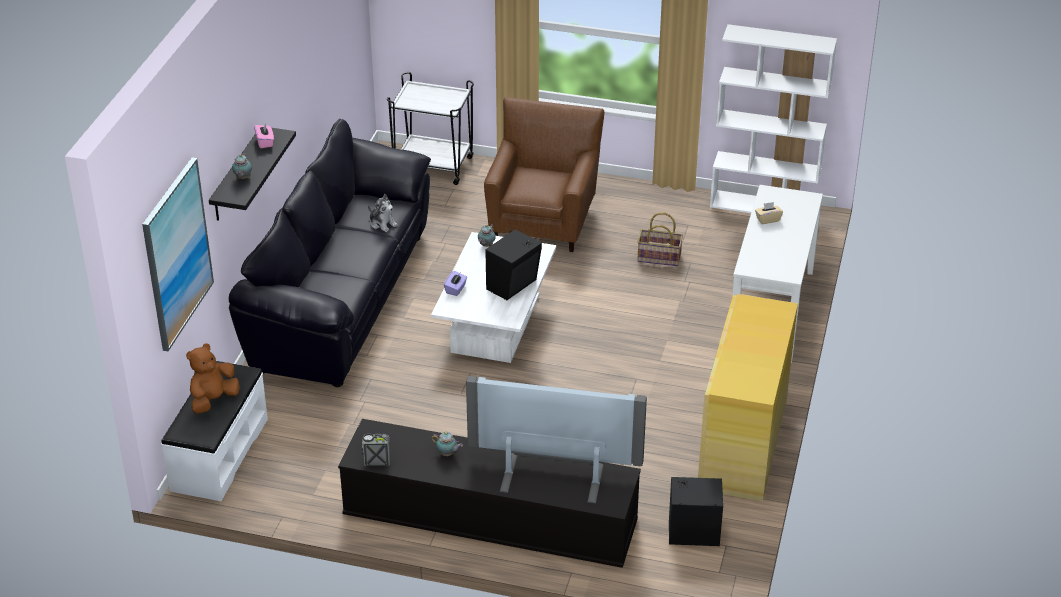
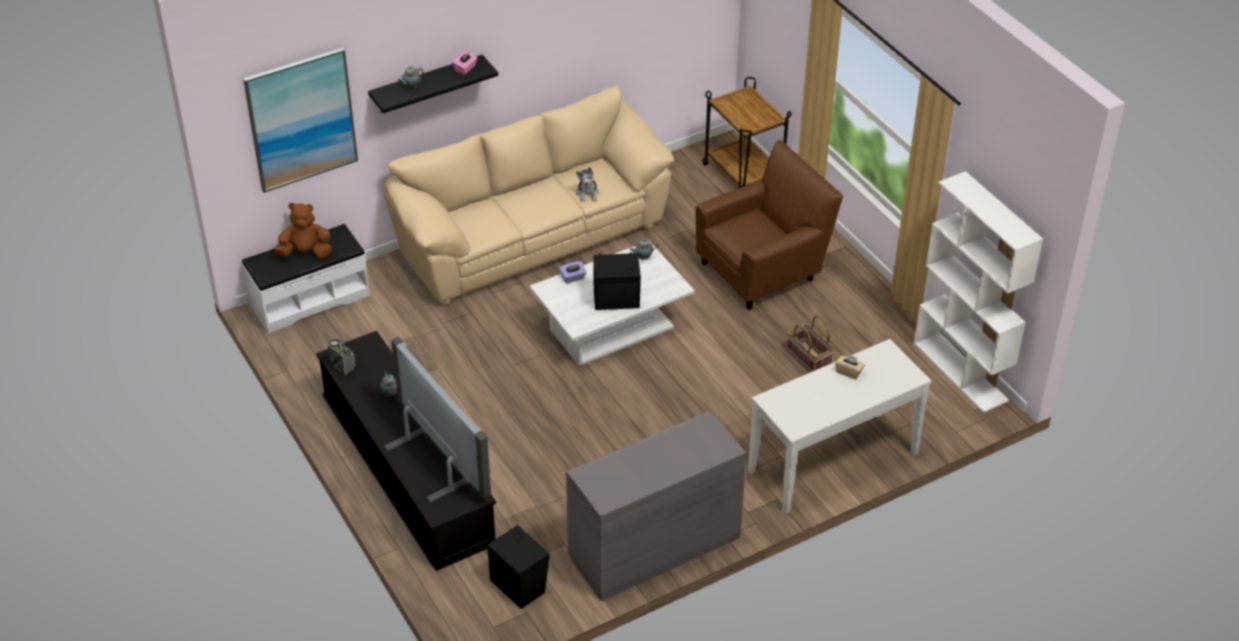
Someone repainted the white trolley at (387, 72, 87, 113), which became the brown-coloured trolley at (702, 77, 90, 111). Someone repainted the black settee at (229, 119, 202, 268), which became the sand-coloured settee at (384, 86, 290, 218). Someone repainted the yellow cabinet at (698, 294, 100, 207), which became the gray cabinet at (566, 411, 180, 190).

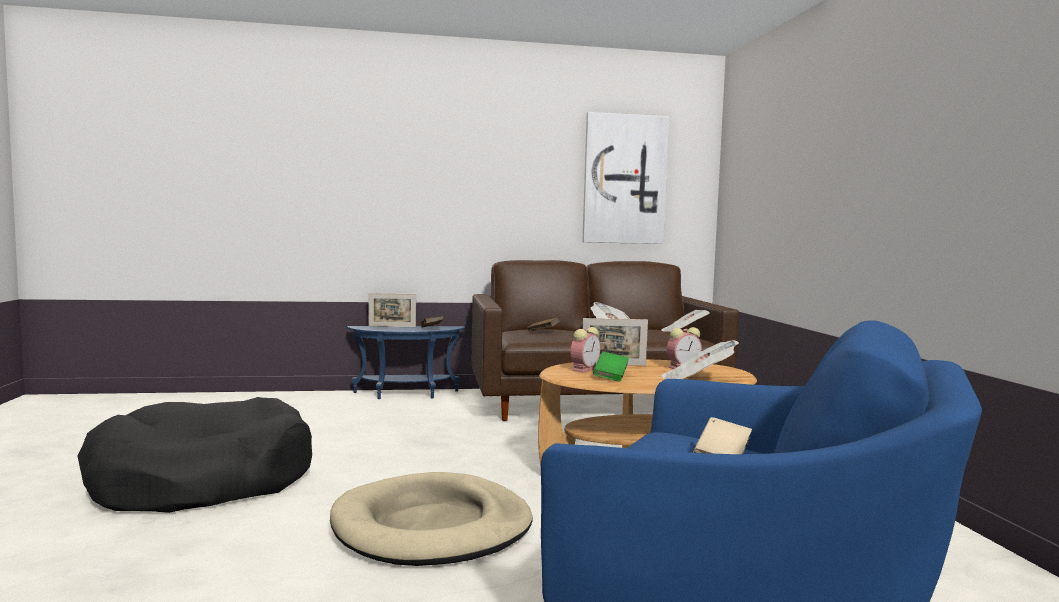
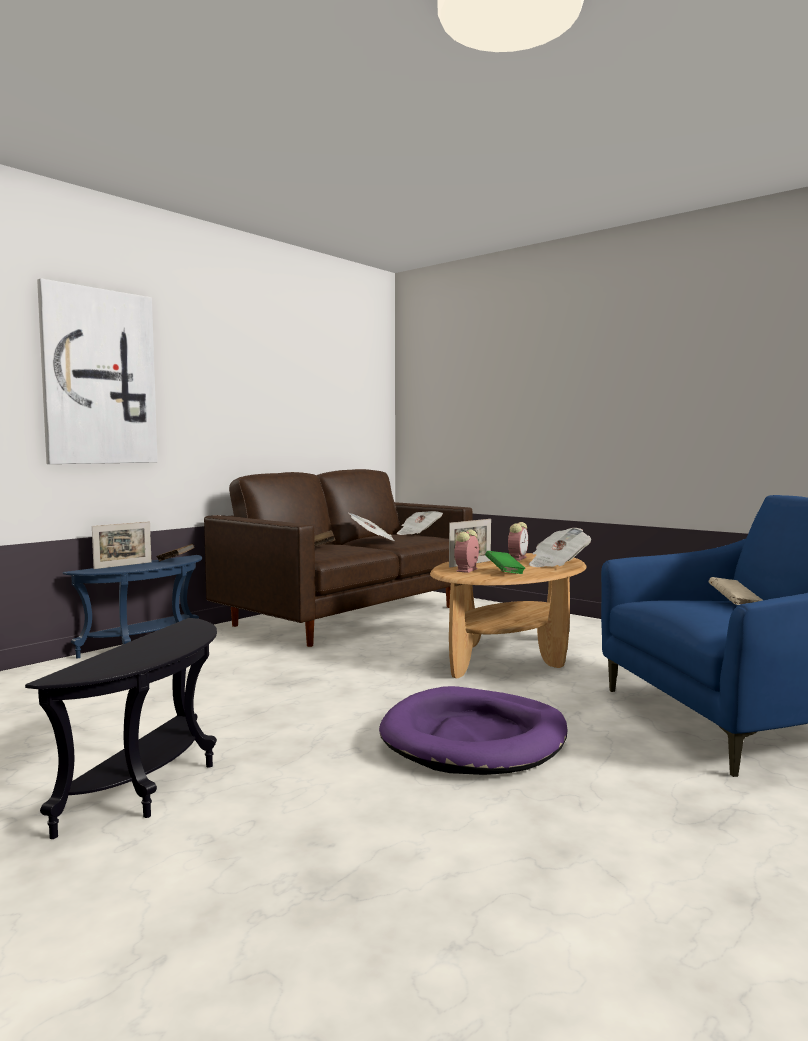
Someone carried the wall picture from (582, 112, 87, 132) to (37, 278, 121, 186). Someone rotated the table clock at (571, 327, 29, 46) by 150 degrees counterclockwise. Someone swapped the black dog bed at (77, 397, 235, 116) for the black end table at (25, 618, 192, 221). Someone repainted the sand-coloured dog bed at (330, 472, 203, 94), which became the purplish dog bed at (379, 686, 189, 89).

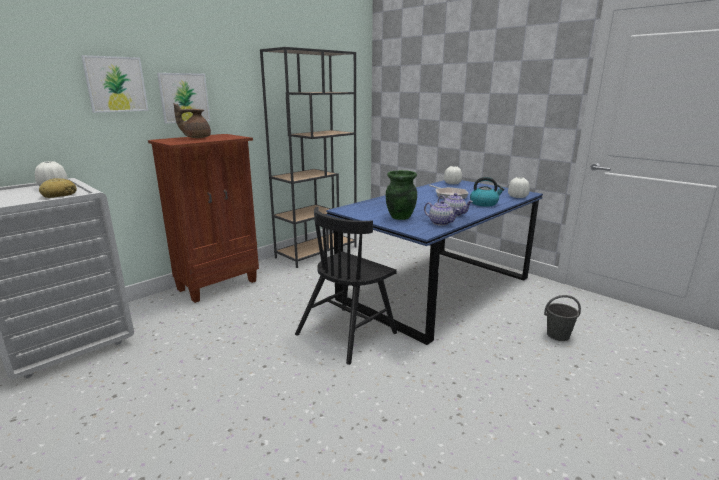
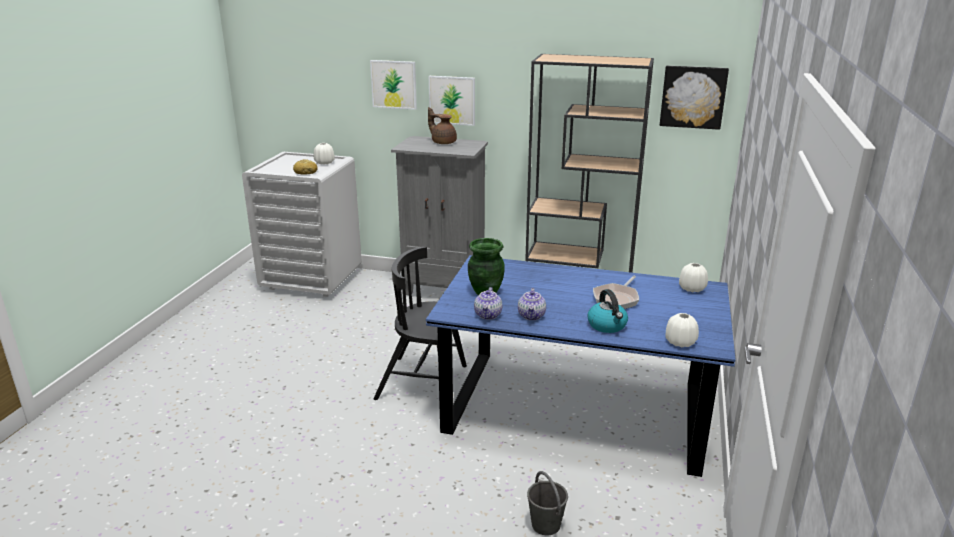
Someone repainted the brown-coloured cabinet at (148, 134, 111, 169), which became the gray cabinet at (391, 136, 97, 159). Someone put up the wall picture at (660, 66, 69, 64).

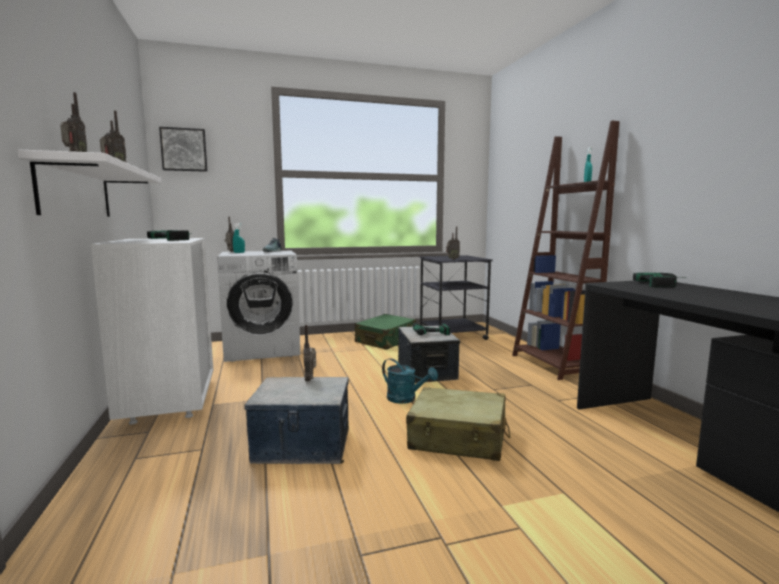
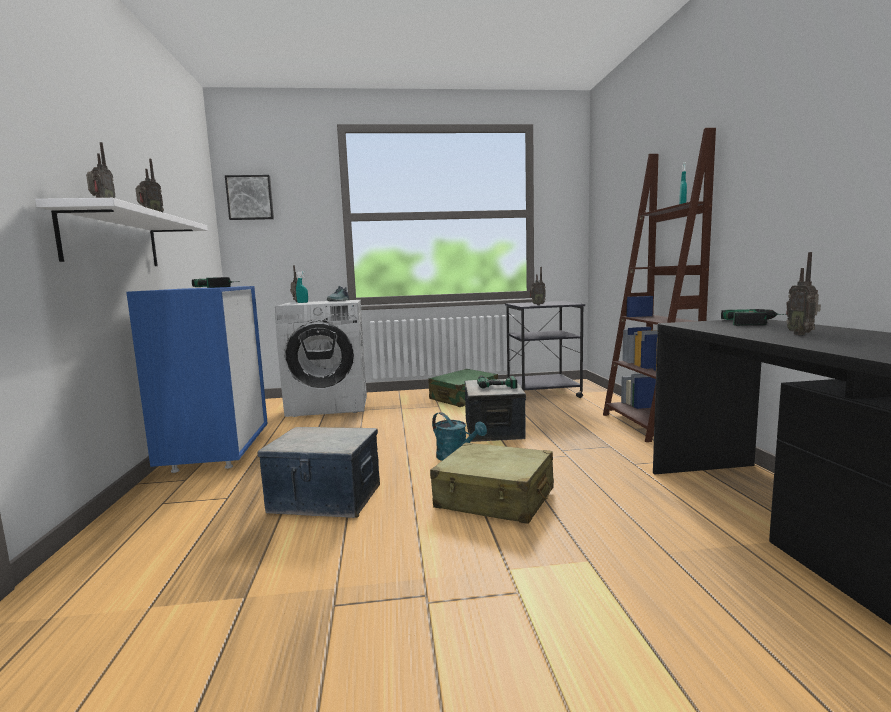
Someone repainted the white cabinet at (91, 238, 122, 187), which became the blue-coloured cabinet at (126, 286, 142, 187). Someone carried the radio set from (304, 325, 12, 56) to (786, 252, 35, 83).

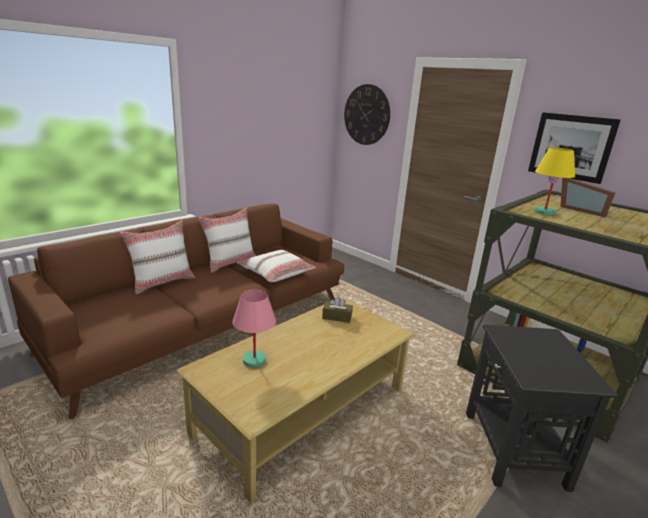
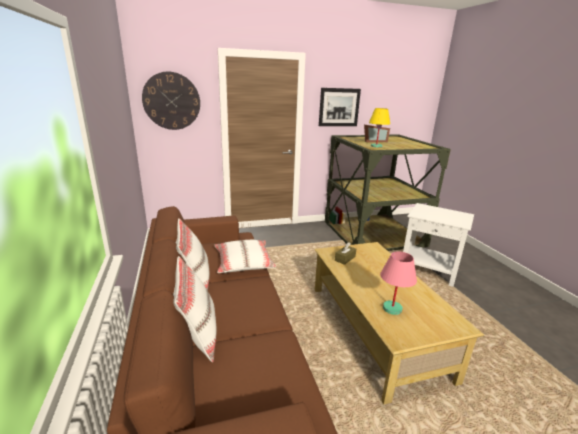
Someone repainted the black end table at (466, 324, 152, 168), which became the white end table at (403, 203, 71, 84).

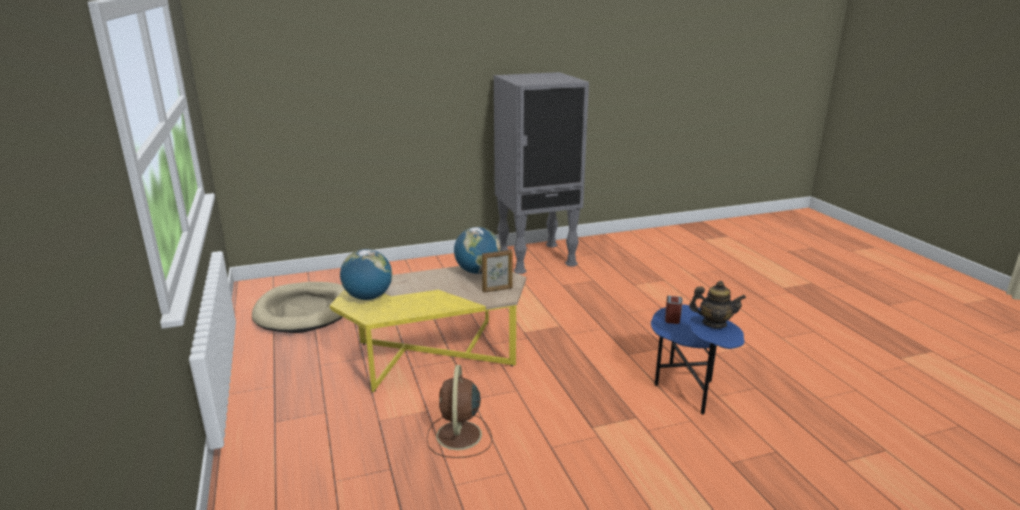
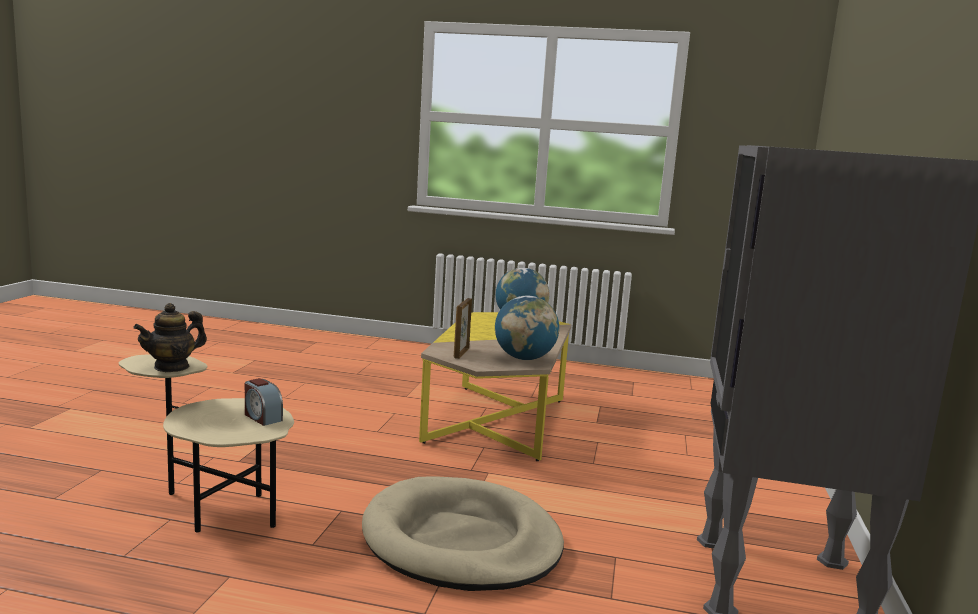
Someone carried the sand-coloured dog bed from (252, 282, 92, 51) to (362, 476, 202, 115). Someone repainted the blue-coloured end table at (651, 304, 93, 111), which became the sand-coloured end table at (119, 354, 175, 178). Someone took away the brown-coloured fan at (427, 365, 65, 93).

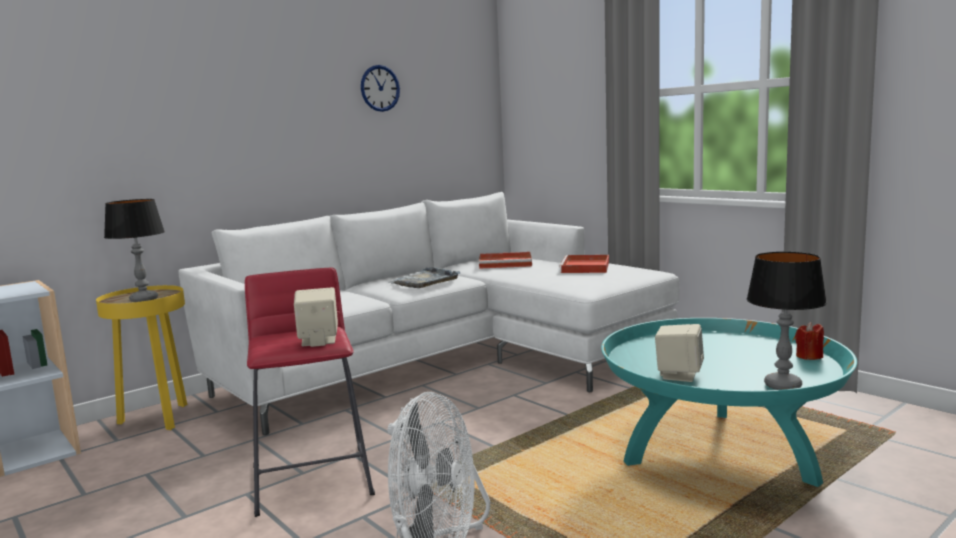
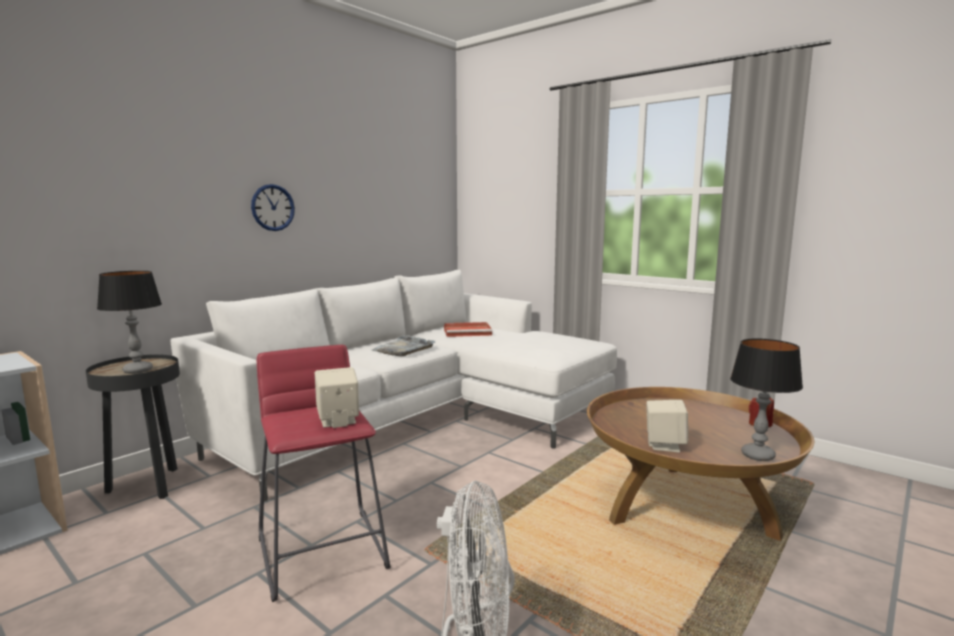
Someone carried the wall clock from (361, 65, 39, 47) to (251, 184, 44, 47). Someone took away the reddish carrying tray at (559, 255, 50, 18). Someone repainted the yellow end table at (96, 285, 91, 145), which became the black end table at (86, 354, 94, 145). Someone repainted the blue-green lounge table at (601, 318, 256, 169), which became the brown-coloured lounge table at (587, 387, 227, 154).

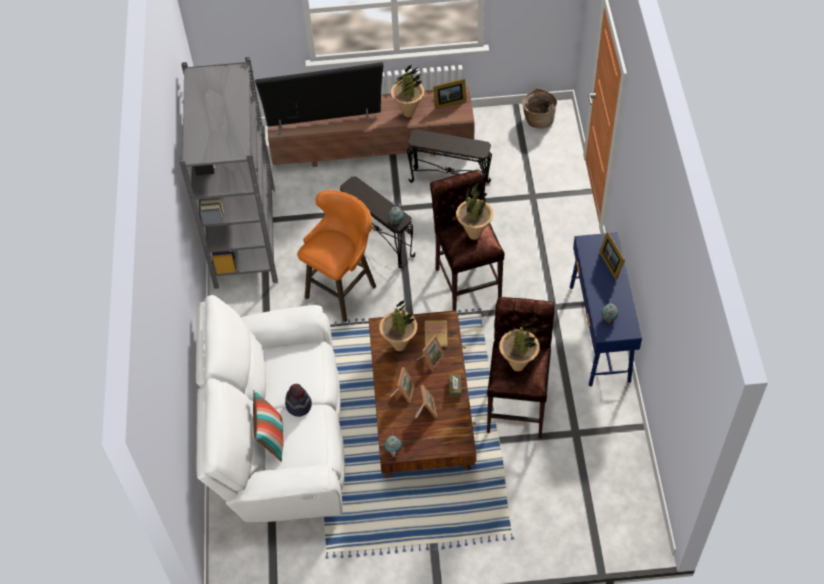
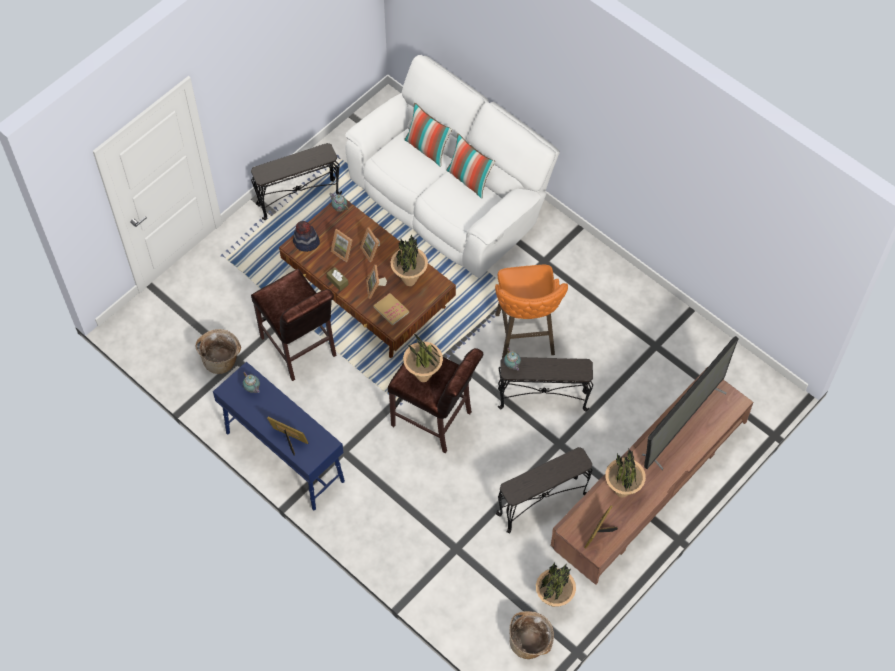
Someone took away the gray bookcase at (179, 57, 99, 232). Someone carried the plant in a pot from (499, 321, 43, 51) to (536, 562, 40, 45). Someone carried the hat from (285, 384, 27, 33) to (293, 221, 27, 31). Someone put down the throw pillow at (446, 133, 49, 66). Someone put down the black end table at (251, 143, 91, 77). Someone put down the storage basket at (195, 329, 46, 45).

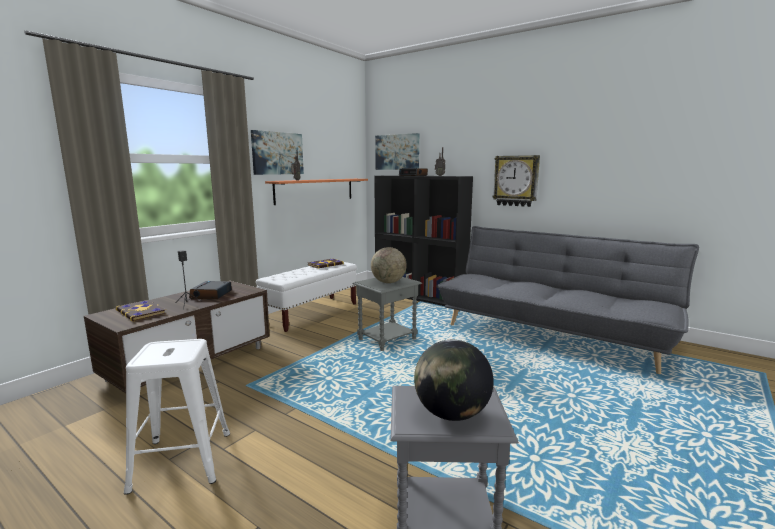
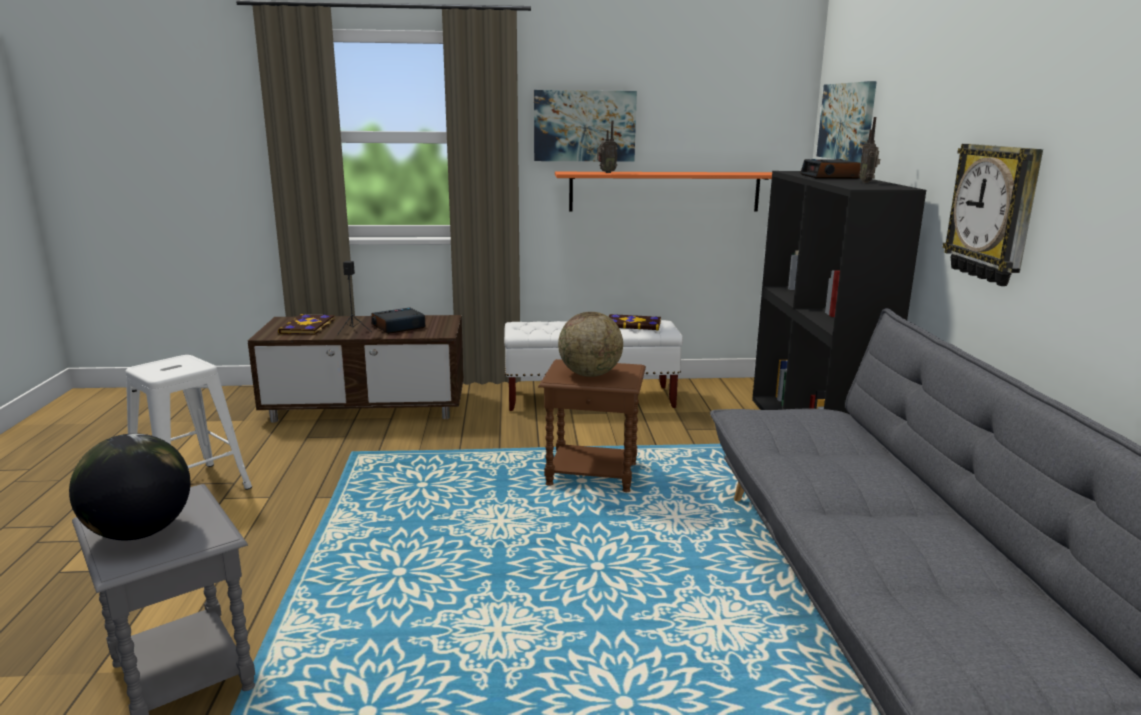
Someone repainted the gray end table at (353, 277, 69, 74), which became the brown-coloured end table at (538, 359, 108, 133).

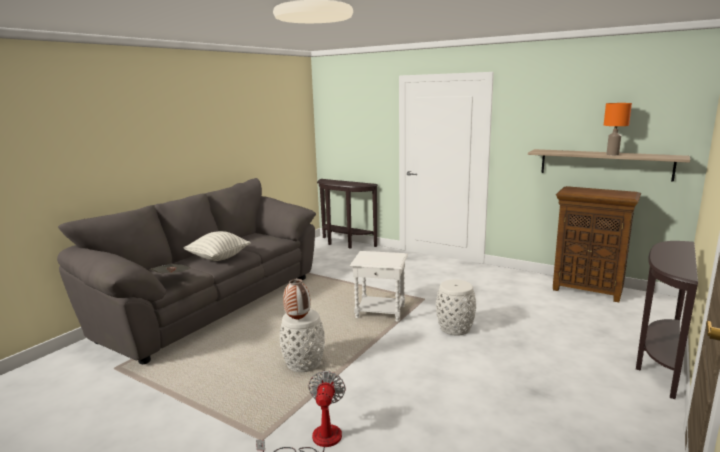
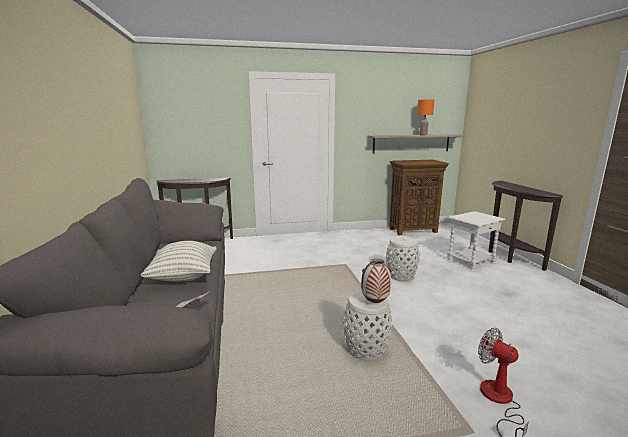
Someone carried the white end table from (350, 251, 58, 71) to (447, 211, 58, 60).

